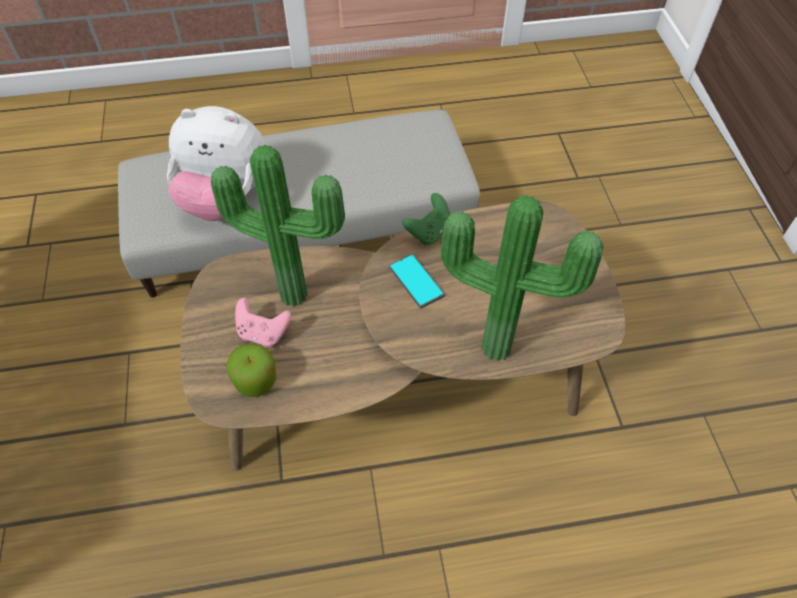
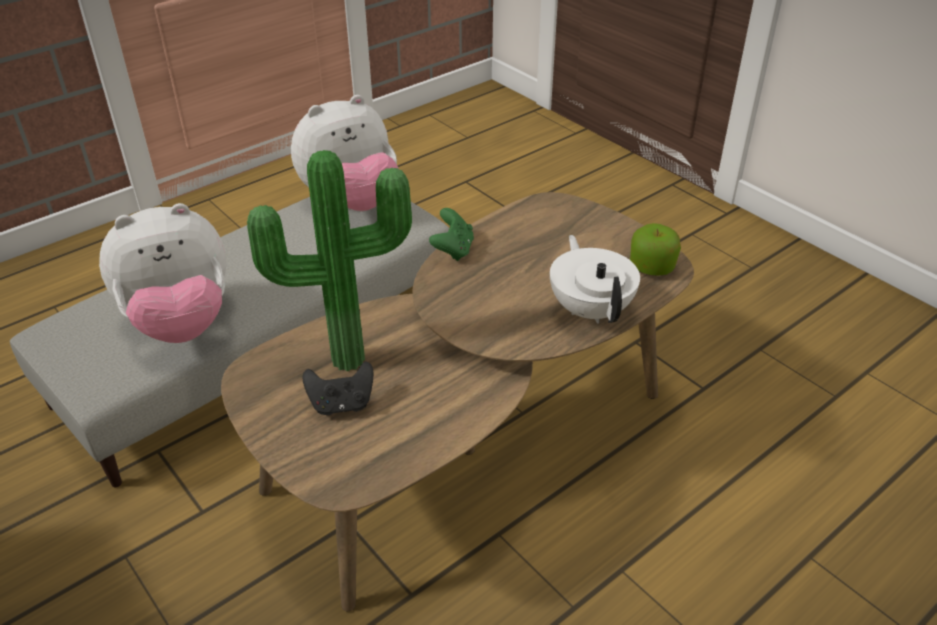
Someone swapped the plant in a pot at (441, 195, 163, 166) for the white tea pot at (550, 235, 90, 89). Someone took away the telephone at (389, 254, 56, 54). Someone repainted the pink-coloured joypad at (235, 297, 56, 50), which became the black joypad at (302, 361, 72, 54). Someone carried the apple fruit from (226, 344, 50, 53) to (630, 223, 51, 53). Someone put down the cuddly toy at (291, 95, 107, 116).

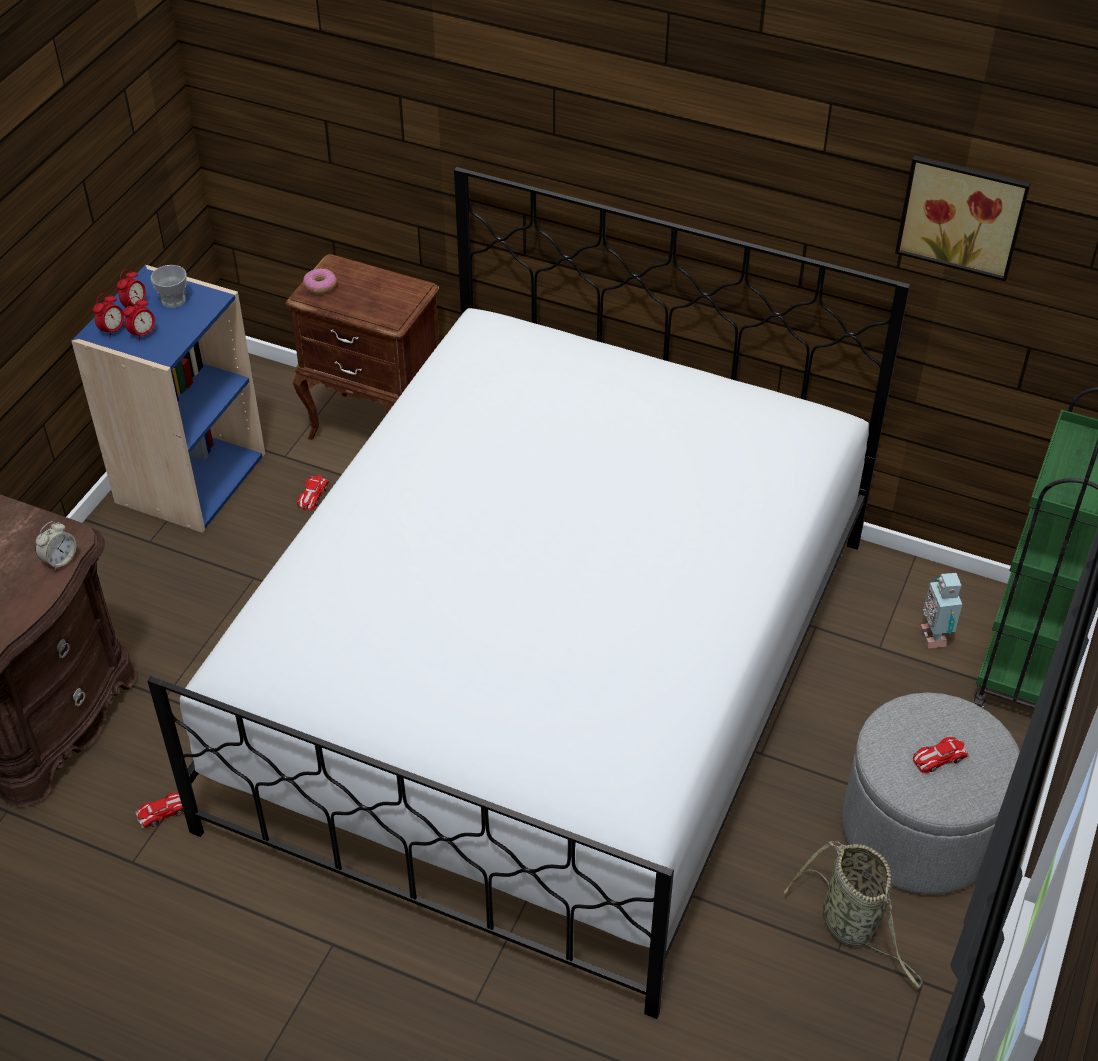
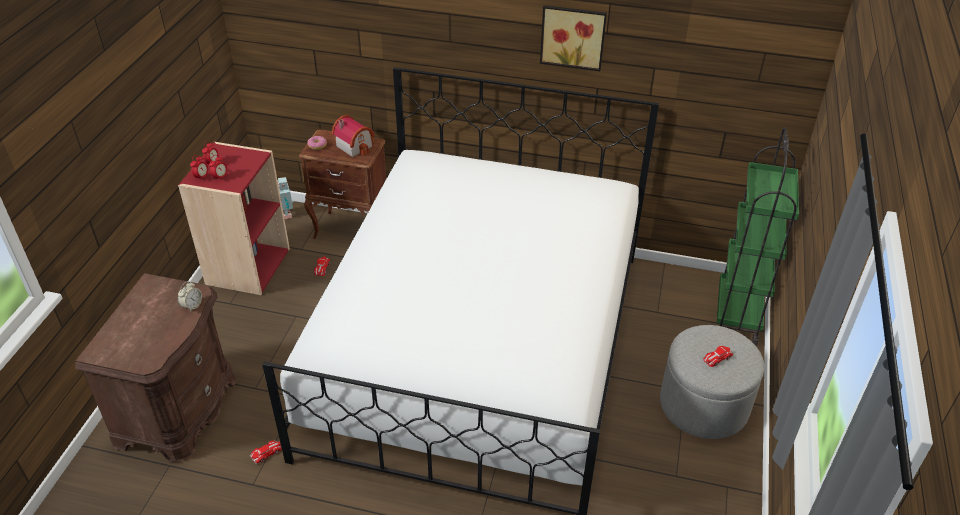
Someone carried the wall picture from (895, 155, 136, 126) to (540, 5, 67, 66). Someone repainted the blue-coloured bookcase at (72, 265, 193, 268), which became the reddish bookcase at (178, 142, 112, 153). Someone took away the small cup at (151, 265, 36, 43). Someone carried the robot figure from (919, 573, 44, 76) to (278, 177, 16, 42). Someone took away the storage basket at (784, 841, 139, 147). Someone put down the toy house at (331, 115, 44, 42).

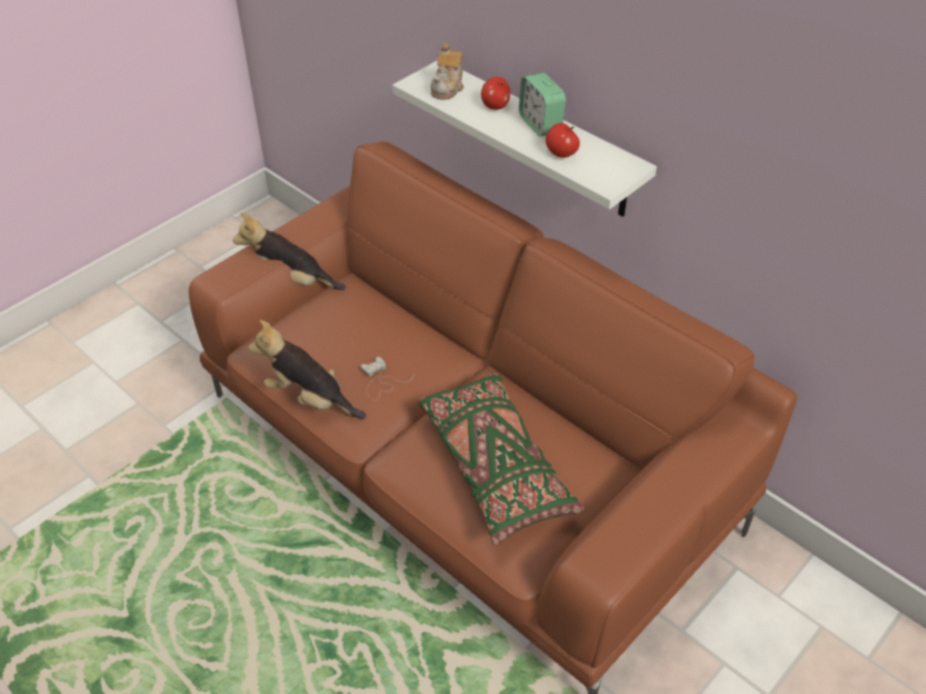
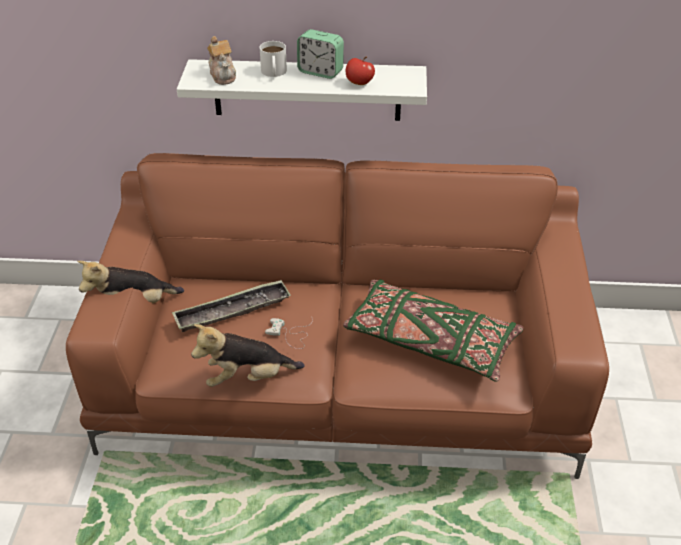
Someone swapped the apple fruit at (481, 77, 29, 33) for the white coffee mug at (260, 41, 27, 36). Someone put down the carrying tray at (172, 280, 119, 52).

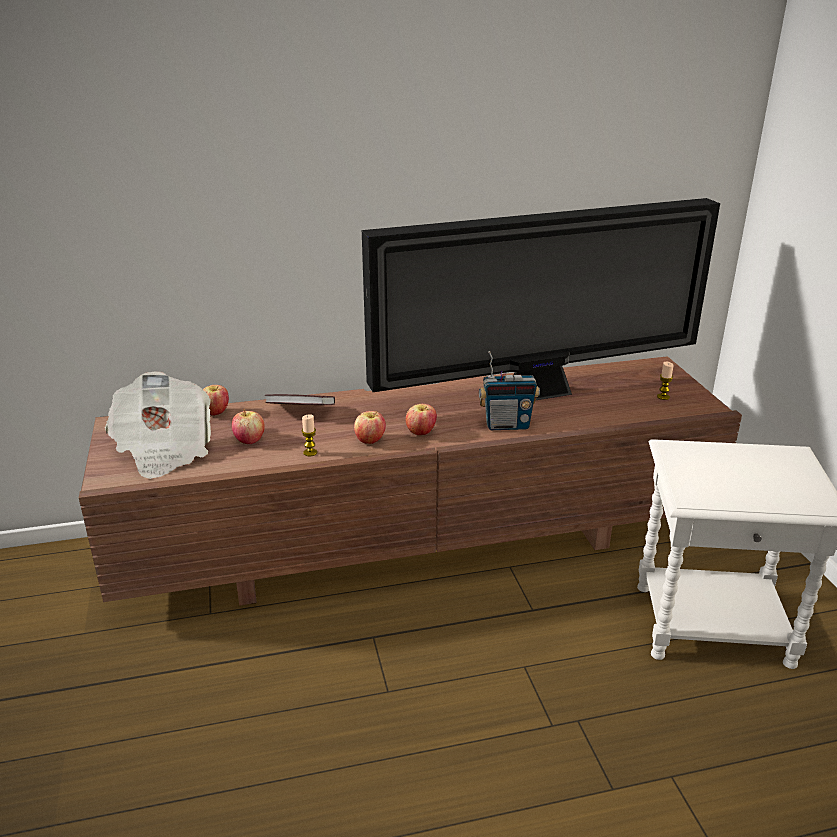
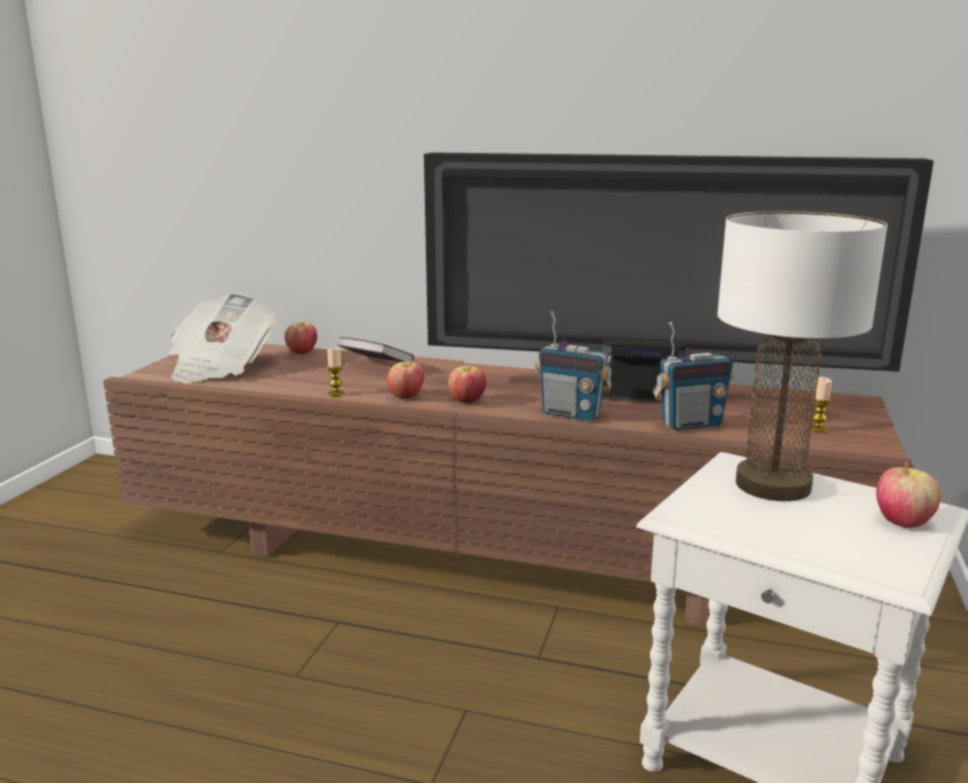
Someone carried the apple fruit from (232, 409, 33, 35) to (876, 463, 65, 65). Someone put down the lamp for a table at (717, 211, 170, 290). Someone put down the radio set at (653, 322, 81, 109).

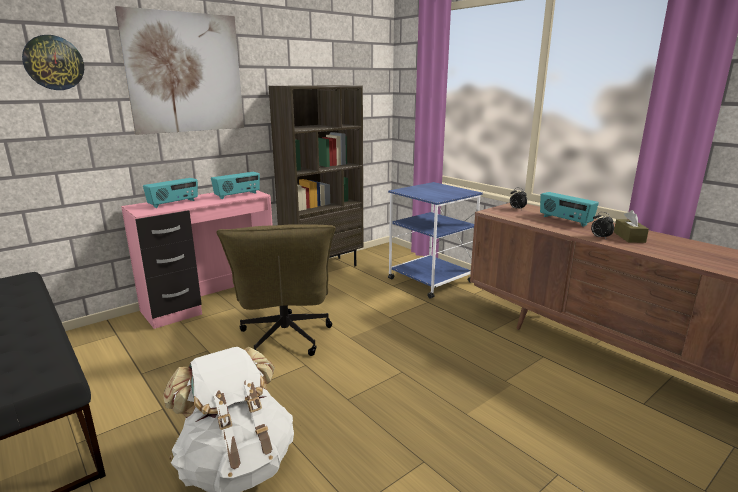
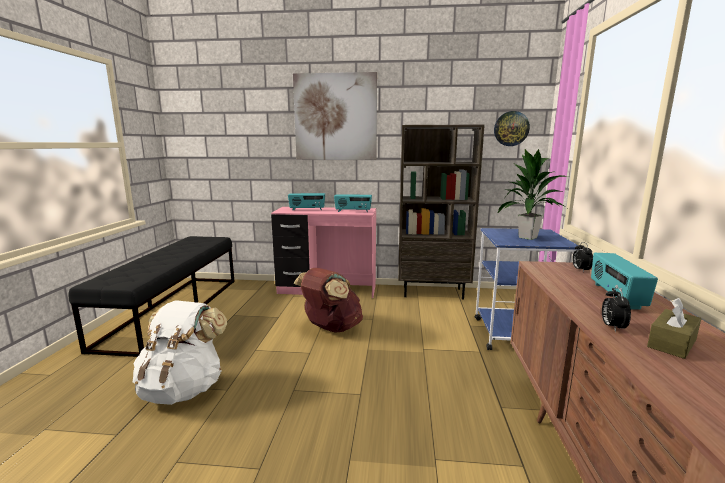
Someone carried the wall clock from (22, 35, 62, 55) to (494, 111, 36, 35). Someone swapped the sand-coloured computer chair at (216, 224, 120, 132) for the brown-coloured knapsack at (293, 268, 70, 65). Someone put down the plant in a pot at (497, 149, 71, 91).

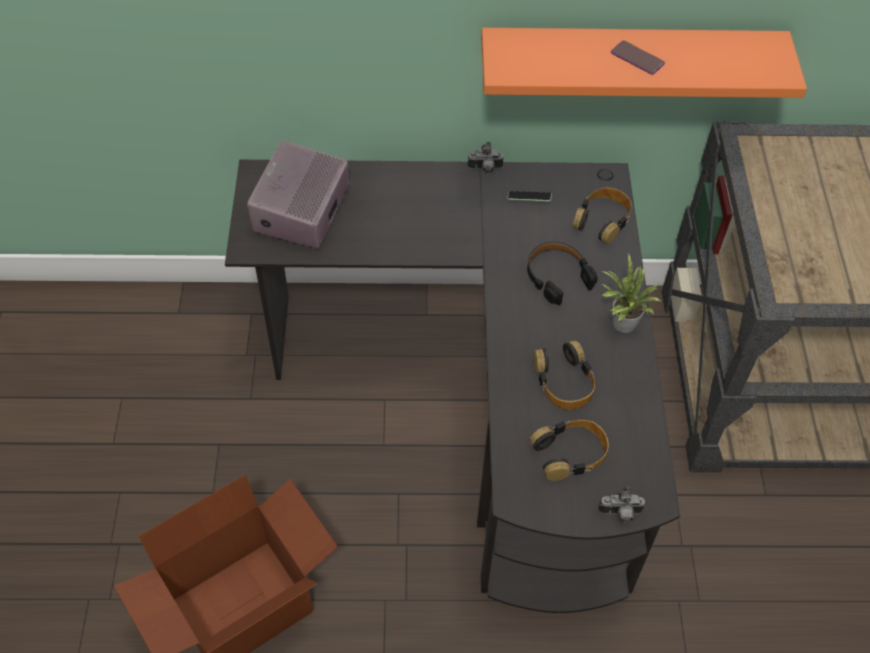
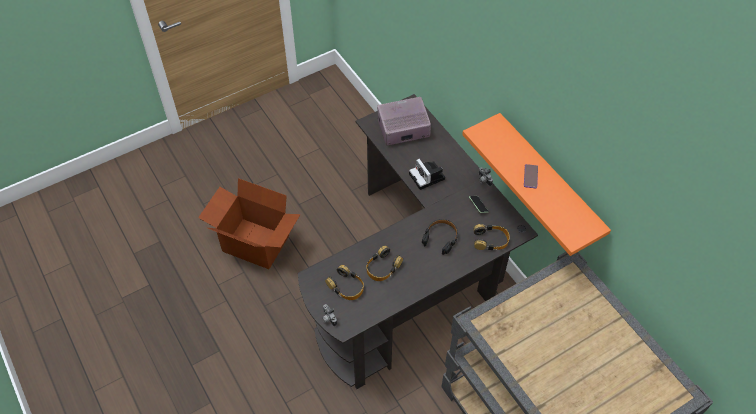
Someone took away the plant in a pot at (602, 253, 60, 80). Someone put down the still camera at (409, 159, 36, 31).

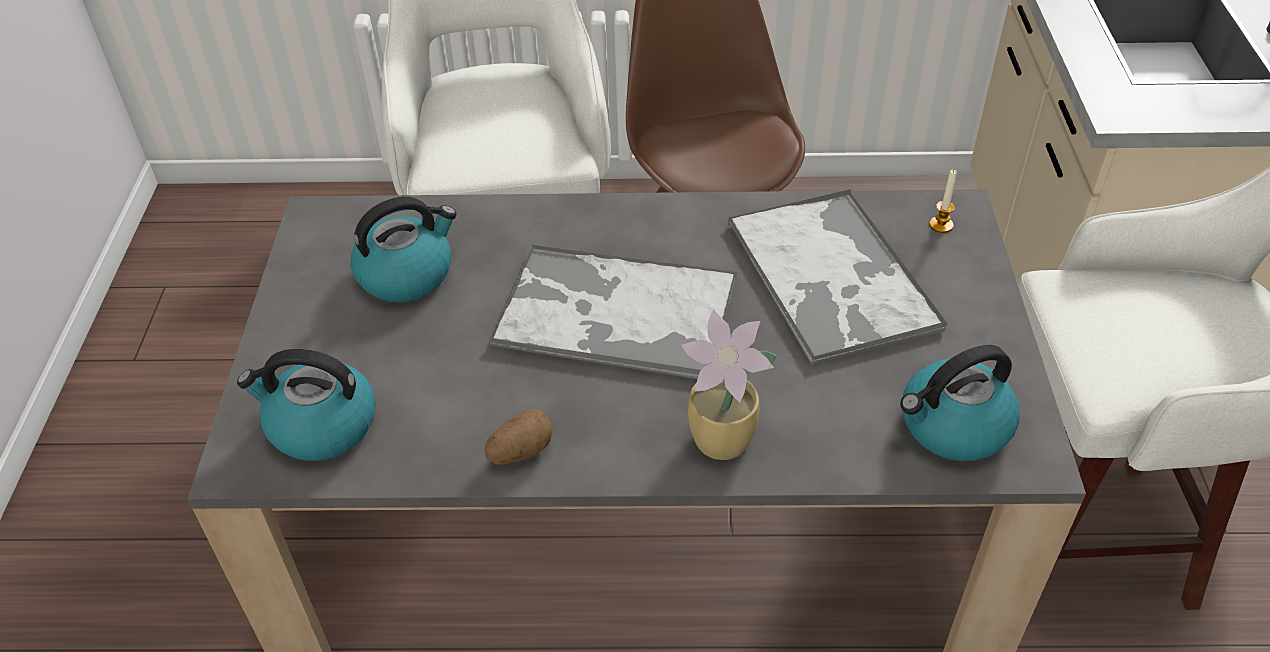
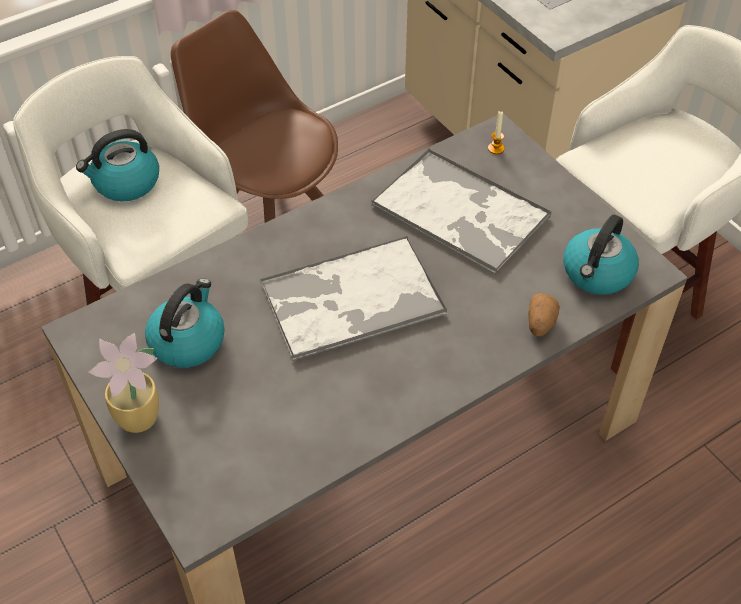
Someone carried the plant in a pot from (681, 309, 96, 151) to (89, 333, 70, 100). Someone carried the water kettle from (237, 349, 139, 112) to (76, 129, 83, 72). Someone carried the whole potato from (485, 409, 68, 56) to (528, 293, 32, 44).

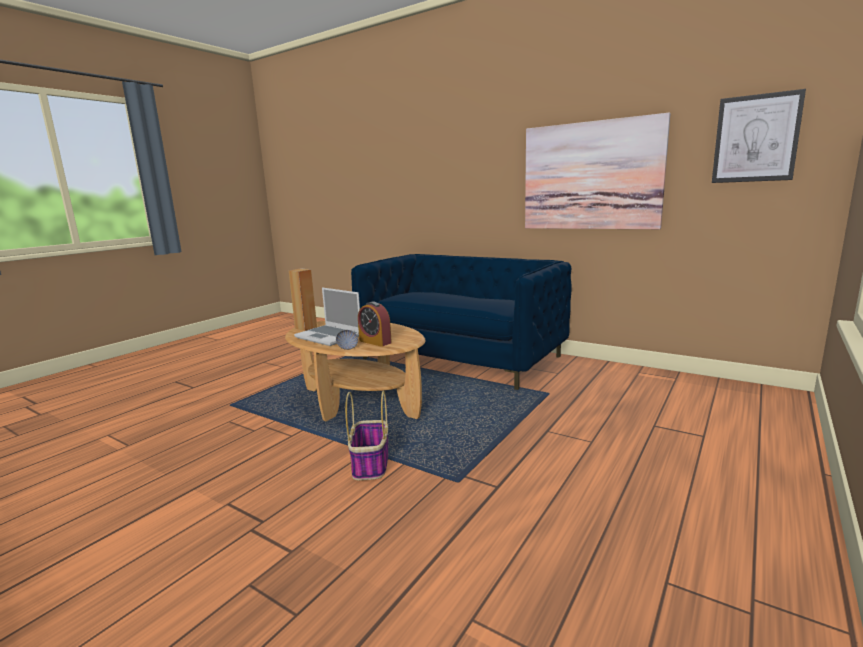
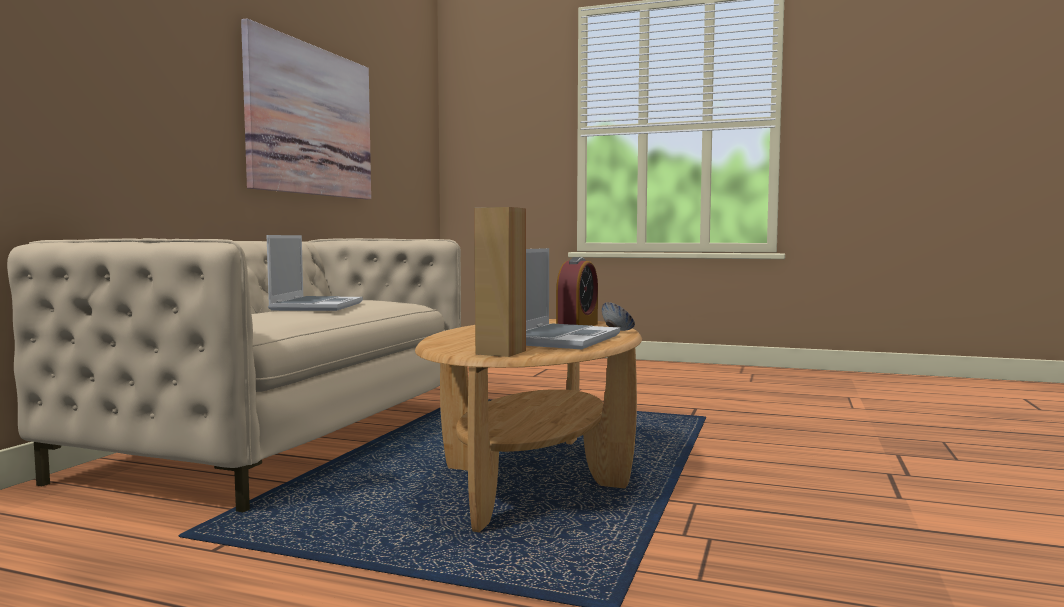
Someone took away the wall picture at (712, 89, 94, 94). Someone repainted the blue-coloured settee at (351, 254, 221, 136), which became the sand-coloured settee at (7, 238, 454, 274). Someone took away the storage basket at (345, 391, 43, 89). Someone put down the notebook computer at (267, 235, 96, 76).

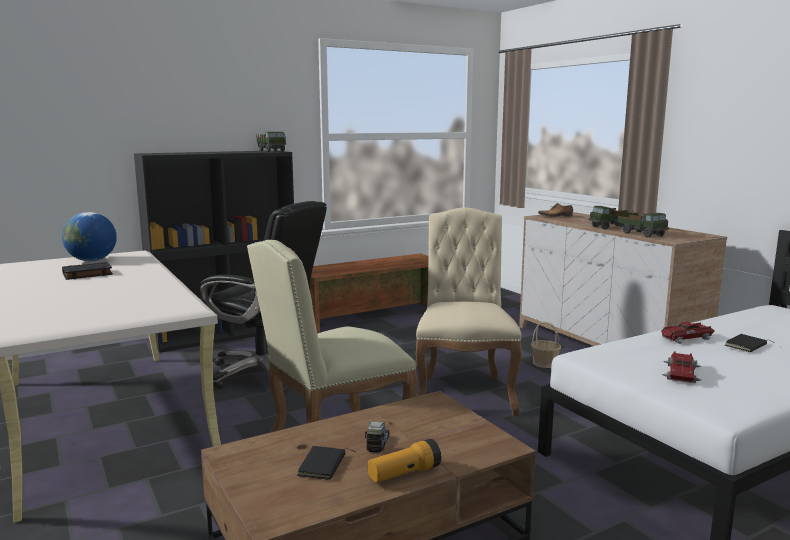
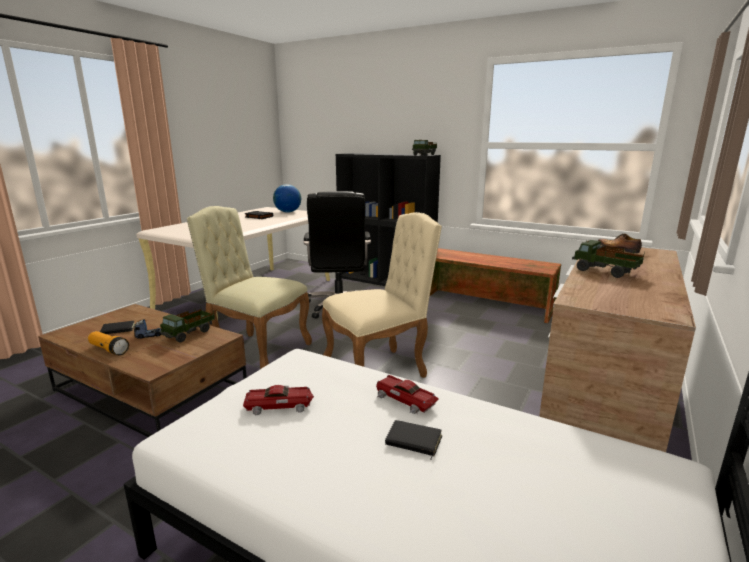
Someone carried the model truck from (618, 212, 51, 25) to (159, 306, 56, 36). Someone took away the storage basket at (531, 322, 30, 46).

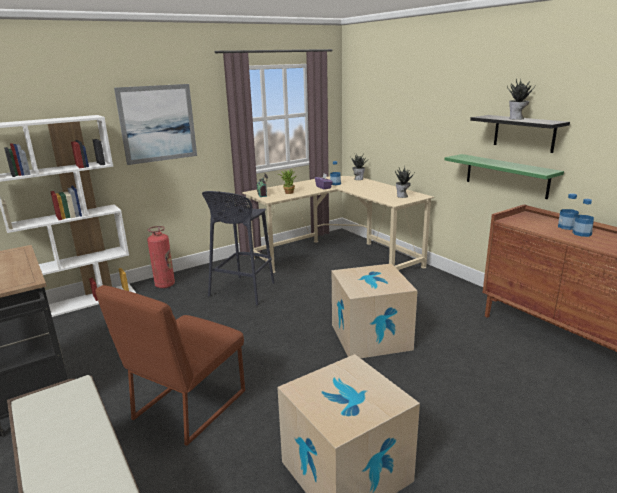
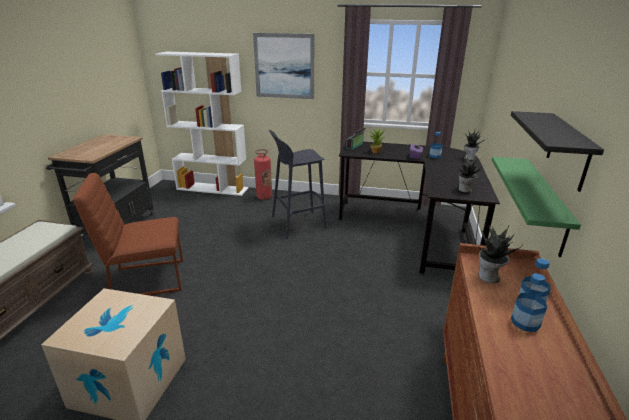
Someone carried the plant in a pot from (507, 78, 28, 42) to (478, 225, 44, 58). Someone repainted the sand-coloured desk at (242, 176, 192, 97), which became the black desk at (338, 140, 162, 135). Someone took away the carton at (332, 263, 86, 95).

